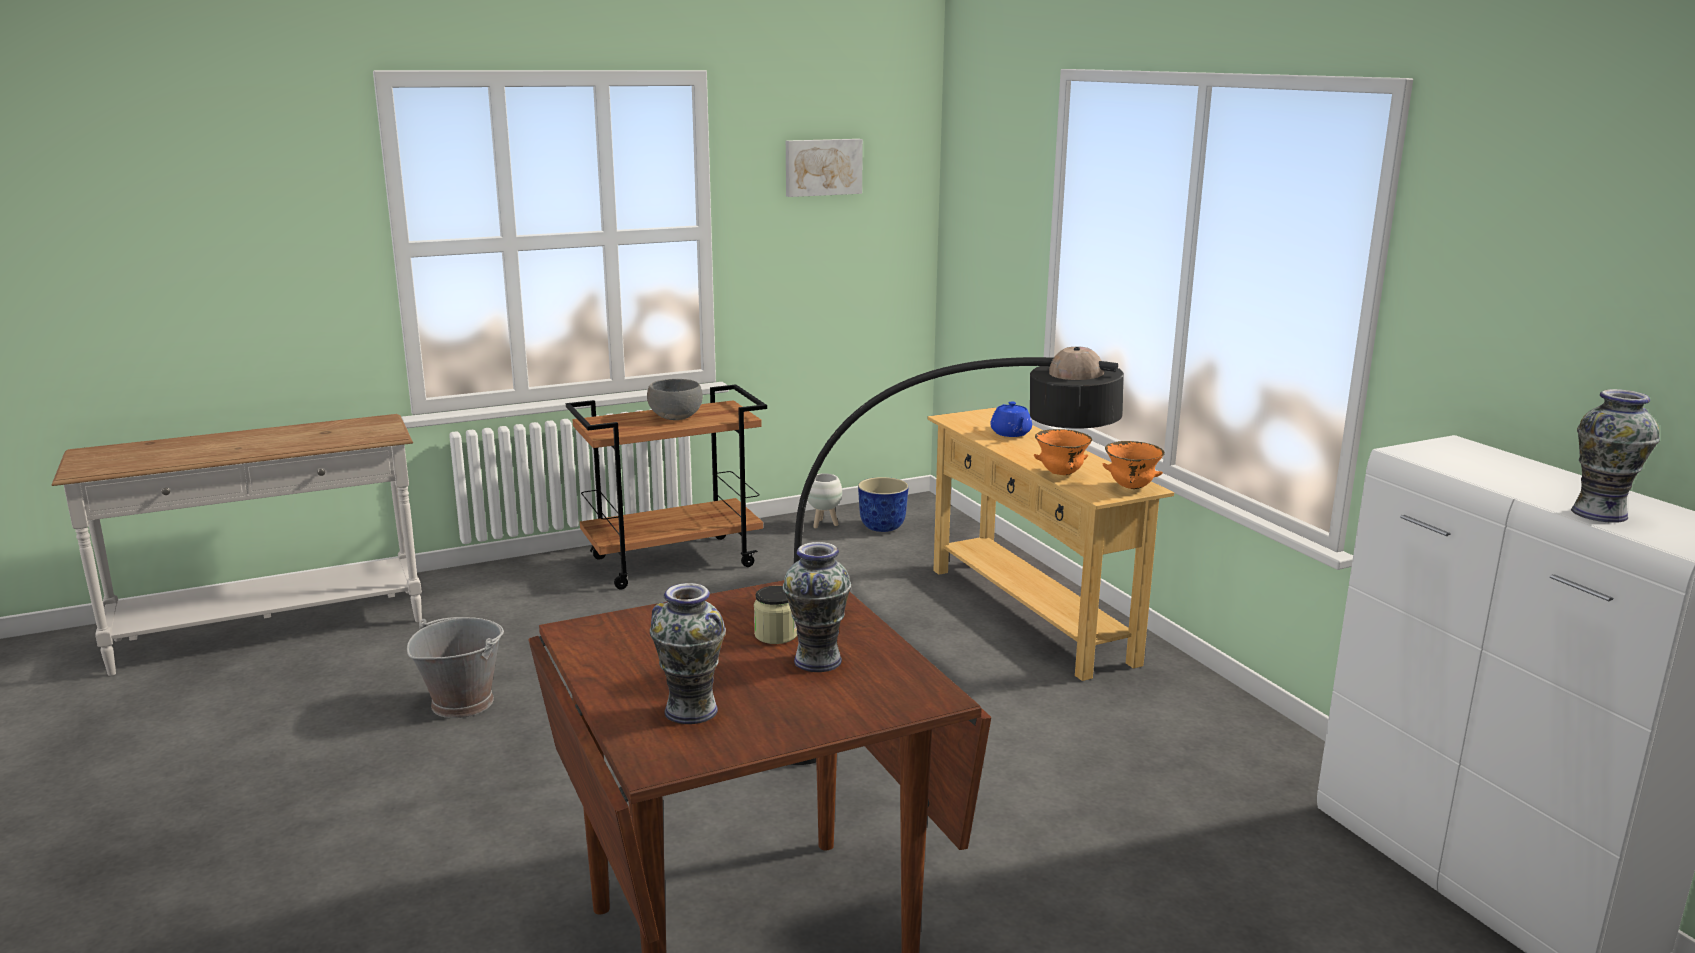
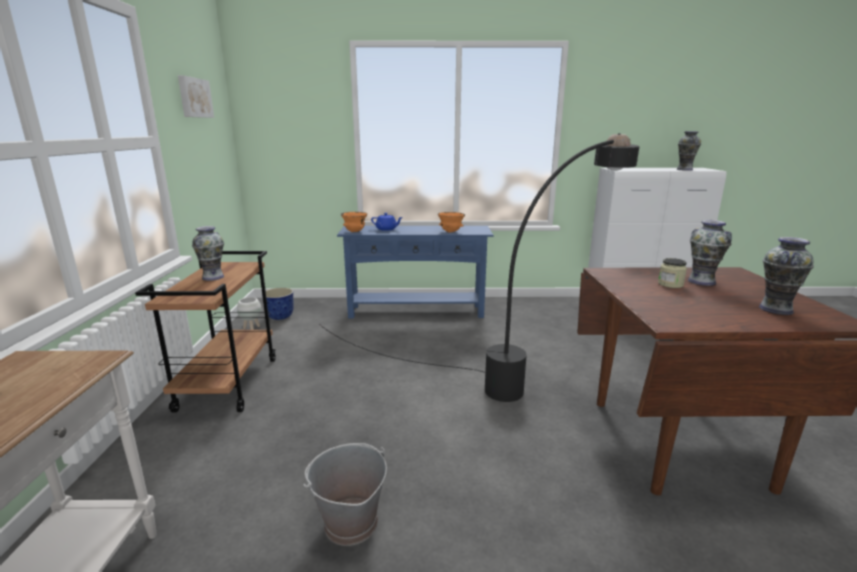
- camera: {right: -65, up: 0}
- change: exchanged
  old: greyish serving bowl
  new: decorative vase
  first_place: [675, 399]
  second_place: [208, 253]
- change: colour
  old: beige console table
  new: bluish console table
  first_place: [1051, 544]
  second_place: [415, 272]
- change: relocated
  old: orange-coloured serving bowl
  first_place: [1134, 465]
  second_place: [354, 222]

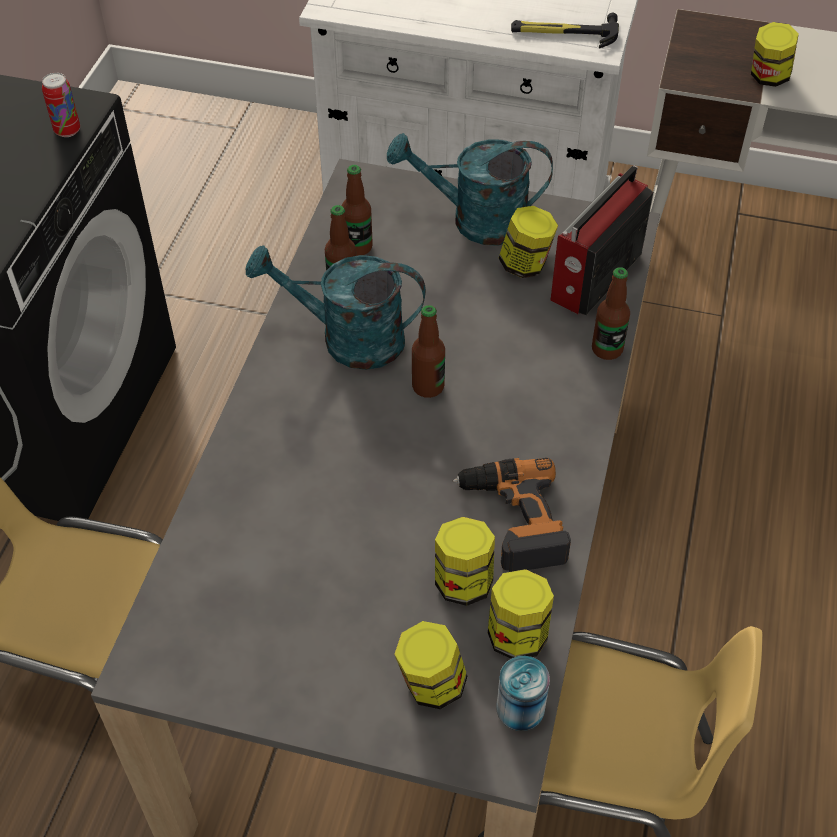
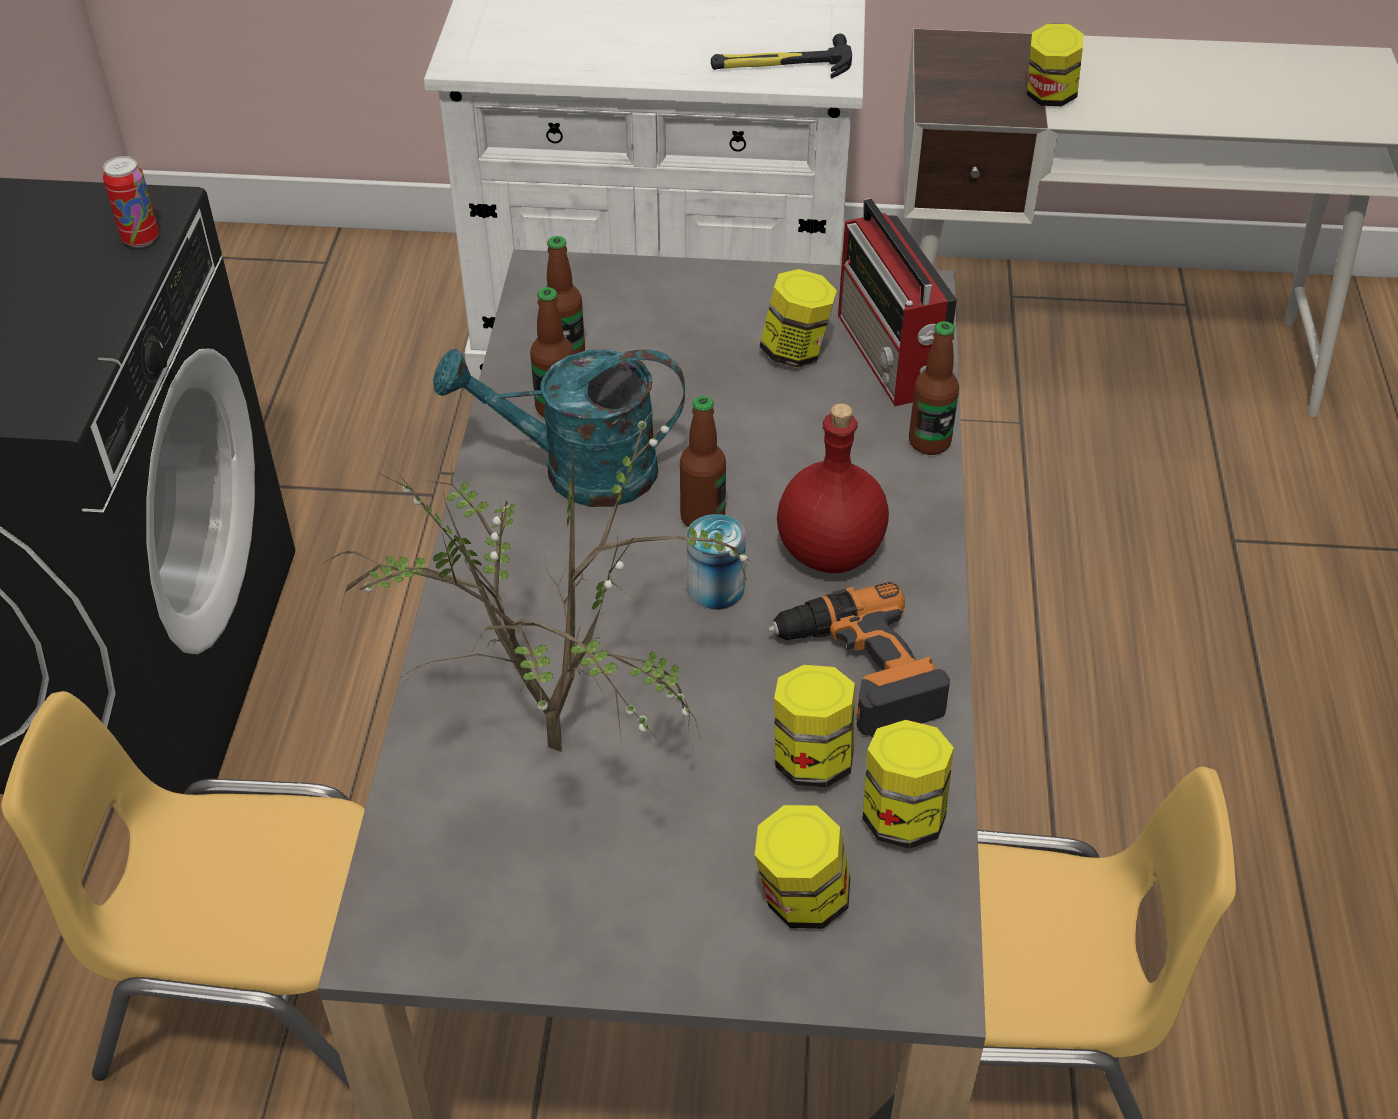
- camera: {right: -10, up: -5}
- change: appeared
  new: plant in a pot
  second_place: [537, 572]
- change: relocated
  old: metal can
  first_place: [523, 693]
  second_place: [716, 562]
- change: appeared
  new: red-coloured bottle
  second_place: [833, 488]
- change: spun
  old: radio receiver
  first_place: [602, 240]
  second_place: [897, 302]
  degrees: -45
- change: missing
  old: blue-green watering can
  first_place: [470, 189]

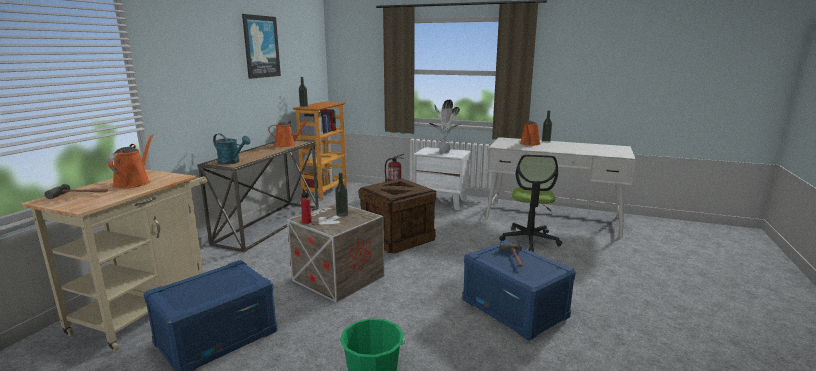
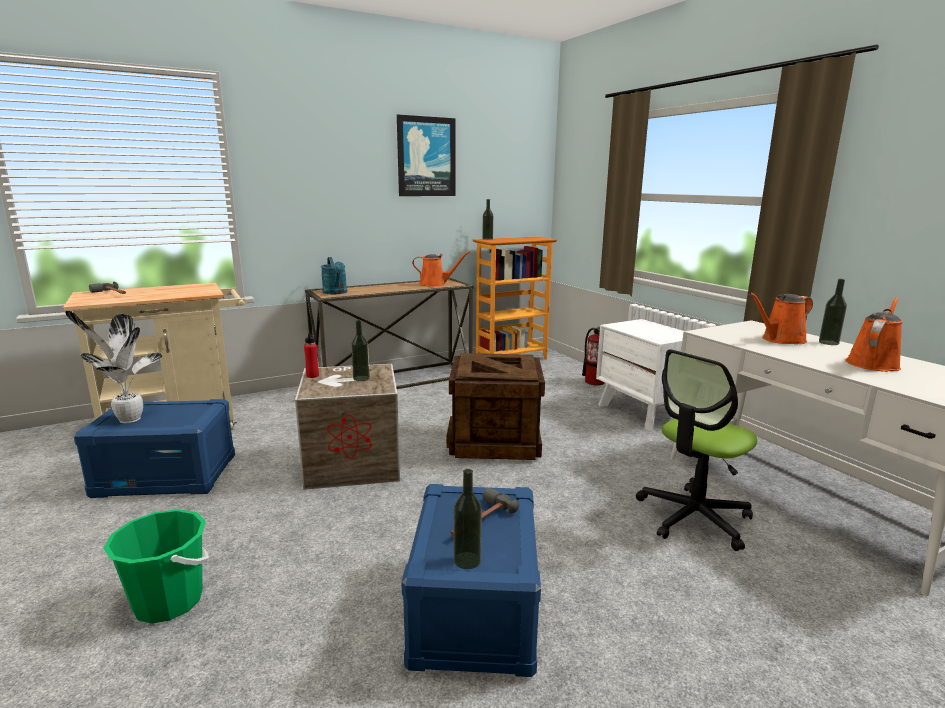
- camera: {right: 40, up: 0}
- change: relocated
  old: plant in a pot
  first_place: [445, 126]
  second_place: [113, 367]
- change: appeared
  new: bottle
  second_place: [468, 519]
- change: relocated
  old: orange-coloured watering can
  first_place: [131, 161]
  second_place: [874, 335]

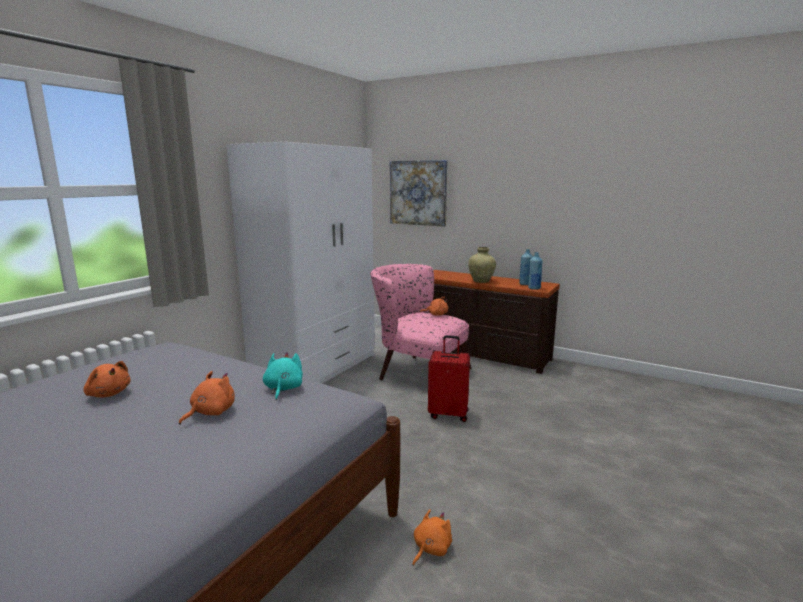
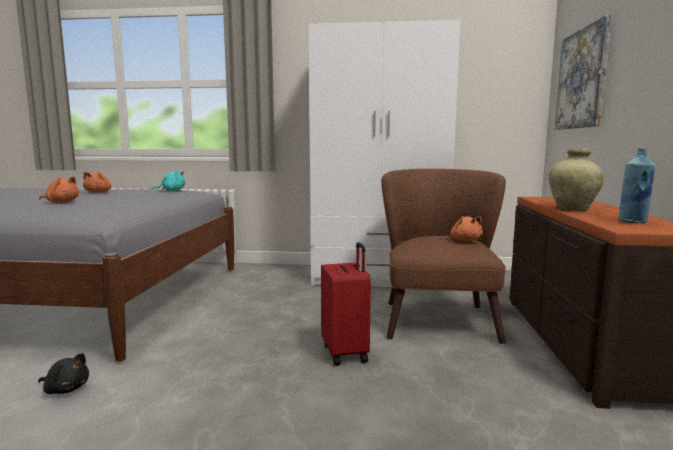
- camera: {right: 65, up: -5}
- change: colour
  old: orange-coloured plush toy
  new: blackish plush toy
  first_place: [432, 538]
  second_place: [63, 373]
- change: relocated
  old: blue-green plush toy
  first_place: [283, 376]
  second_place: [168, 180]
- change: colour
  old: pinkish easy chair
  new: brown easy chair
  first_place: [420, 322]
  second_place: [443, 256]
- change: missing
  old: bluish bottle
  first_place: [535, 271]

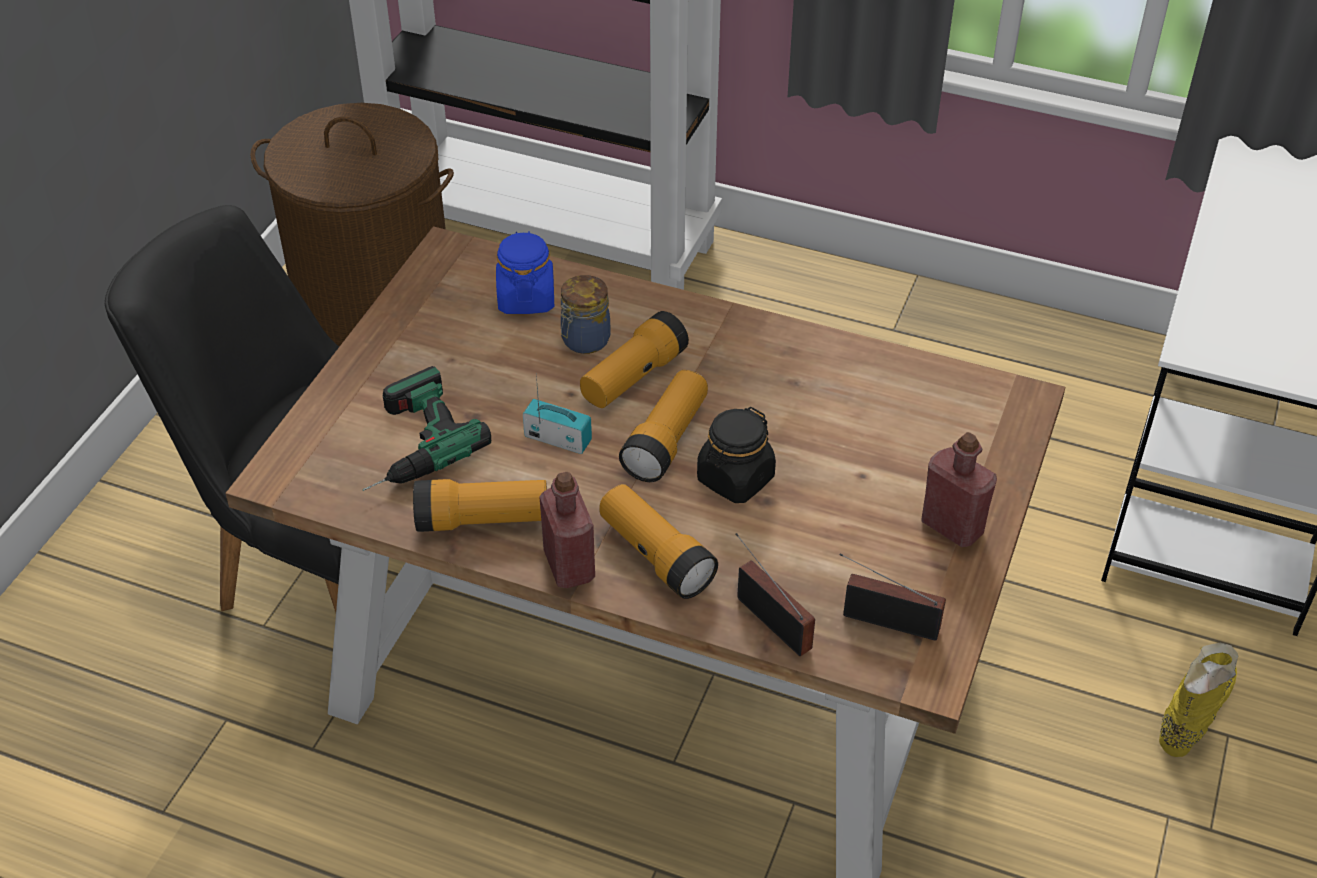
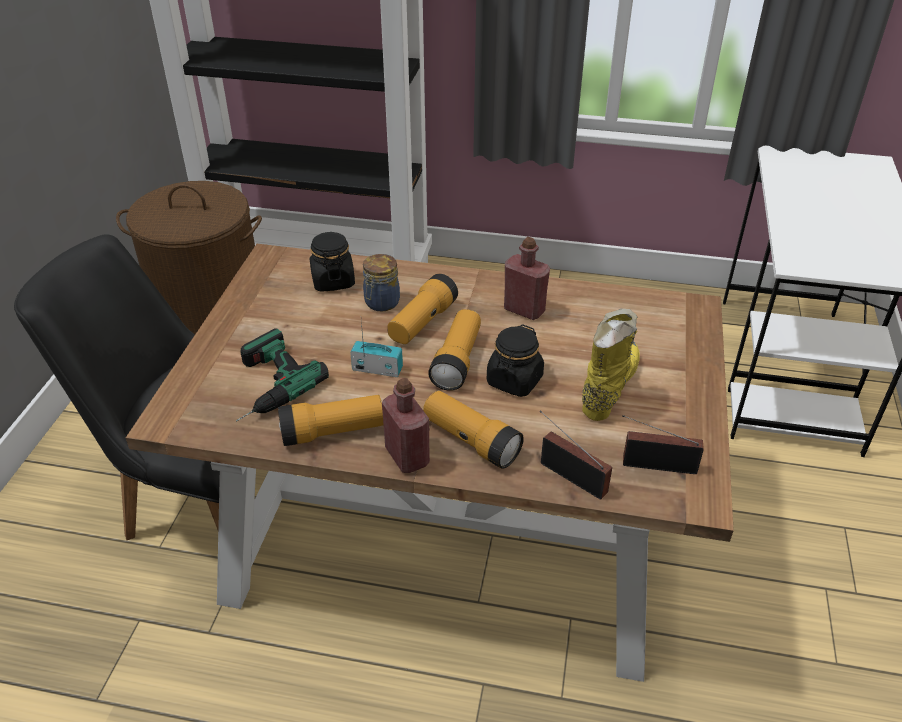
- camera: {right: -10, up: -5}
- change: colour
  old: bluish preserve jar
  new: blackish preserve jar
  first_place: [525, 273]
  second_place: [332, 262]
- change: relocated
  old: red-coloured bottle
  first_place: [959, 489]
  second_place: [527, 278]
- change: relocated
  old: yellow boot
  first_place: [1199, 700]
  second_place: [611, 365]

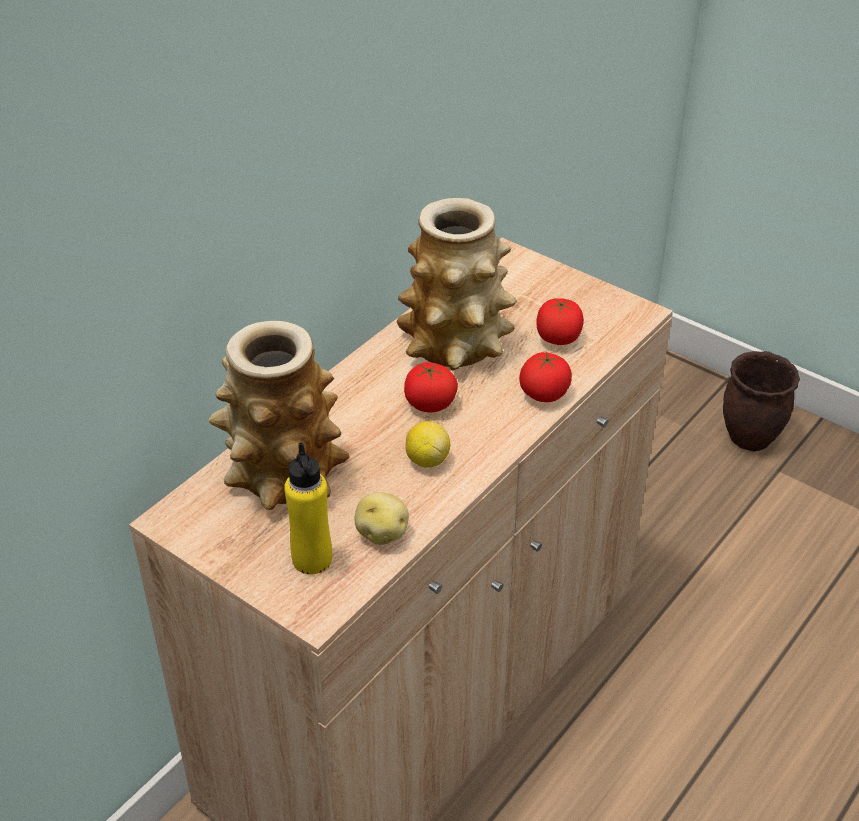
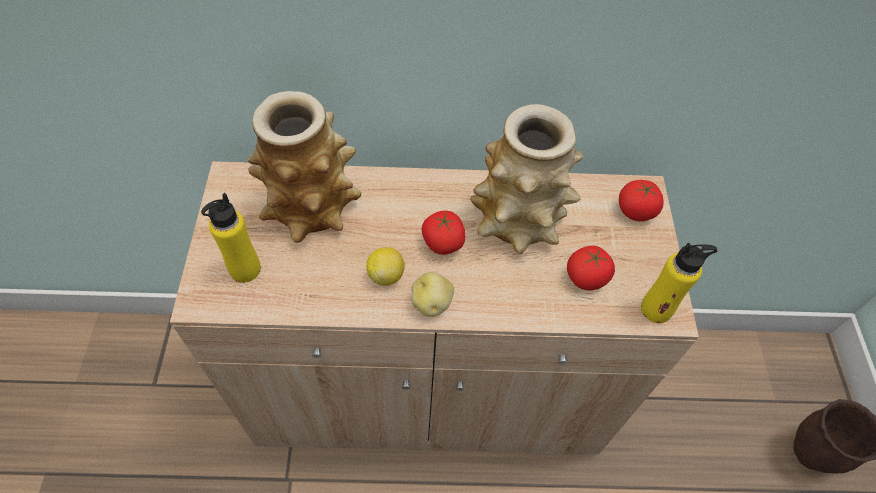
- camera: {right: 50, up: 15}
- change: relocated
  old: whole potato
  first_place: [382, 518]
  second_place: [433, 294]
- change: relocated
  old: whole tomato
  first_place: [545, 376]
  second_place: [641, 200]
- change: appeared
  new: yellow bottle
  second_place: [679, 283]

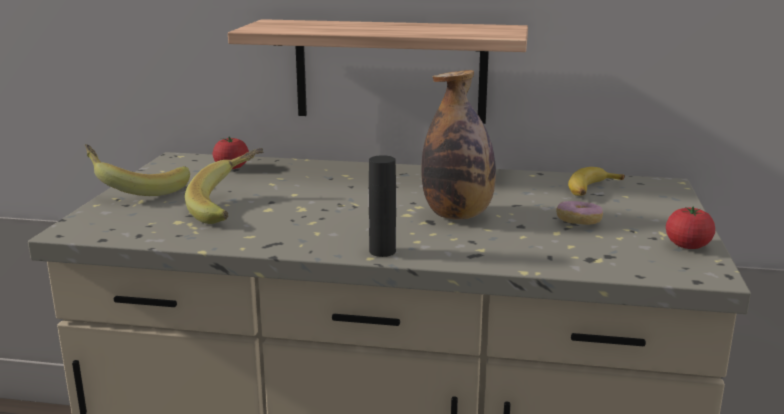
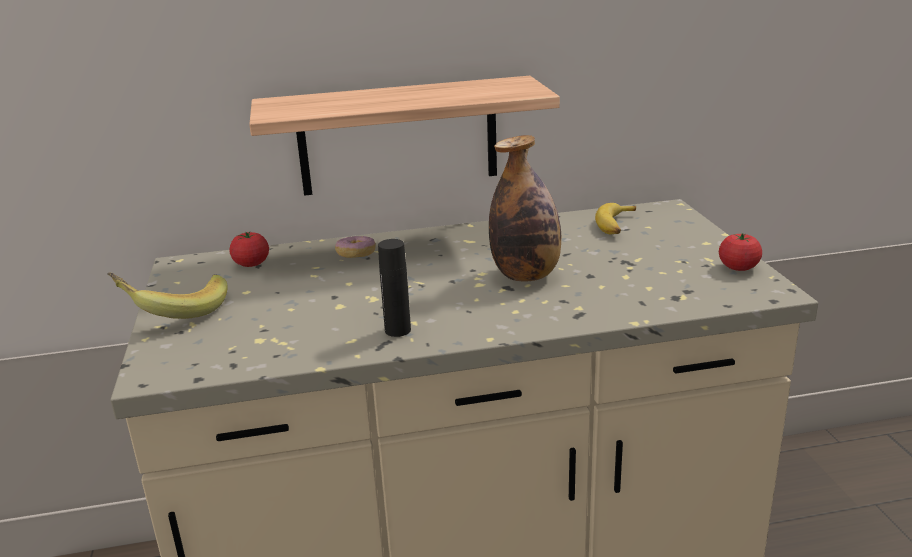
- camera: {right: -20, up: 5}
- change: relocated
  old: ring doughnut
  first_place: [579, 213]
  second_place: [355, 247]
- change: relocated
  old: blackish bottle
  first_place: [382, 206]
  second_place: [394, 288]
- change: missing
  old: whole banana
  first_place: [224, 186]

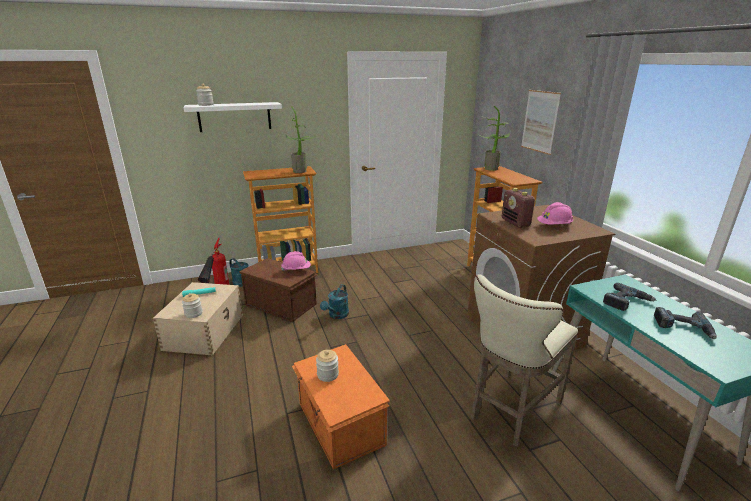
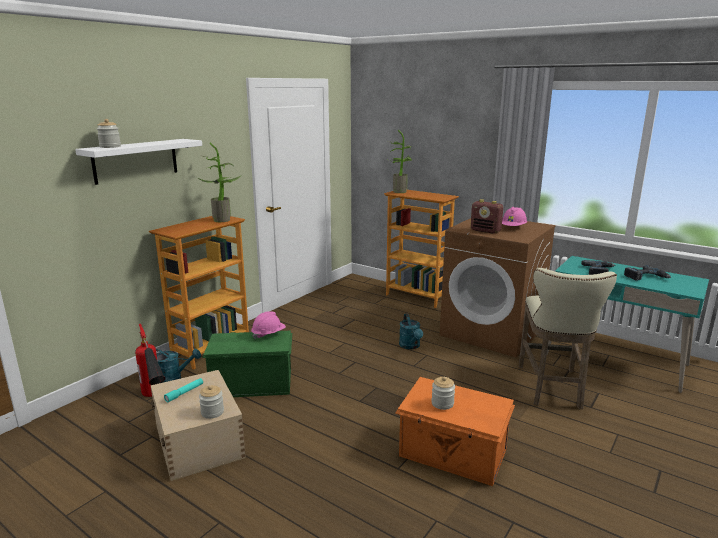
- camera: {right: -35, up: -5}
- change: colour
  old: brown storage bin
  new: green storage bin
  first_place: [278, 290]
  second_place: [247, 364]
- change: relocated
  old: blue-green watering can
  first_place: [334, 301]
  second_place: [411, 331]
- change: missing
  old: picture
  first_place: [541, 122]

